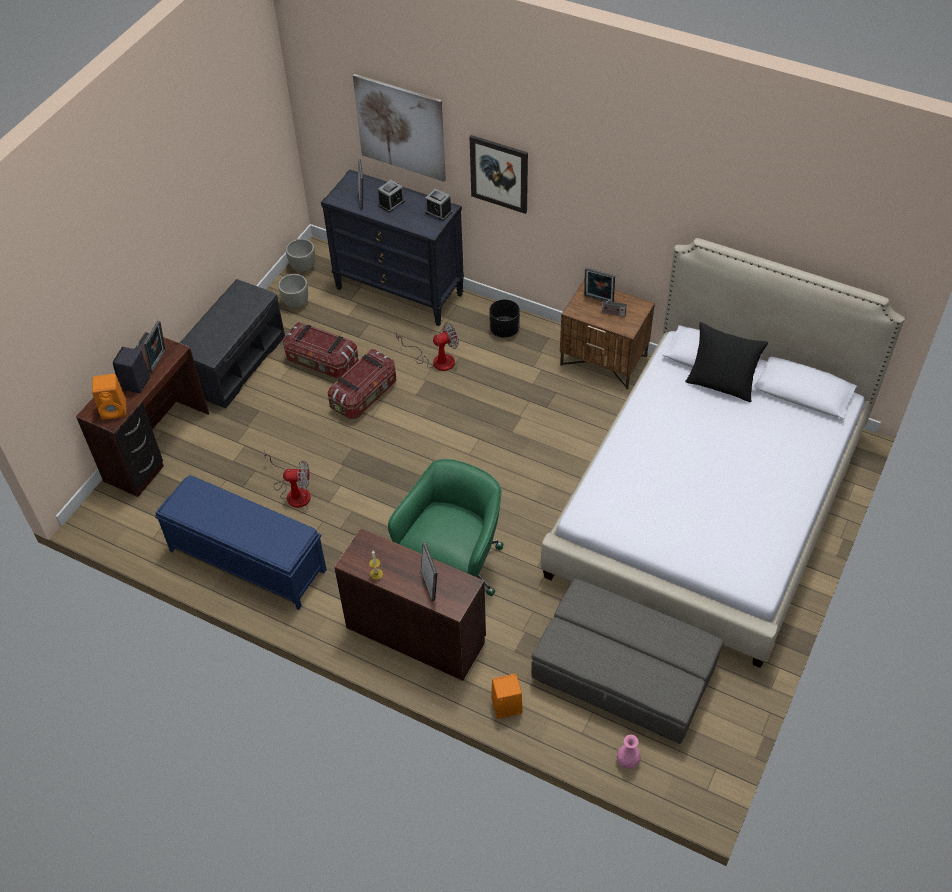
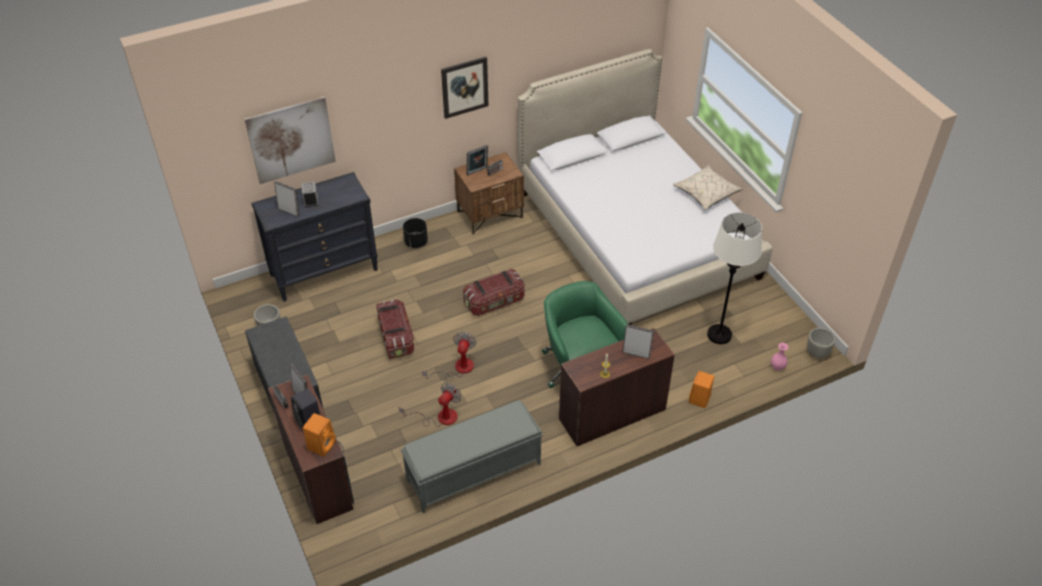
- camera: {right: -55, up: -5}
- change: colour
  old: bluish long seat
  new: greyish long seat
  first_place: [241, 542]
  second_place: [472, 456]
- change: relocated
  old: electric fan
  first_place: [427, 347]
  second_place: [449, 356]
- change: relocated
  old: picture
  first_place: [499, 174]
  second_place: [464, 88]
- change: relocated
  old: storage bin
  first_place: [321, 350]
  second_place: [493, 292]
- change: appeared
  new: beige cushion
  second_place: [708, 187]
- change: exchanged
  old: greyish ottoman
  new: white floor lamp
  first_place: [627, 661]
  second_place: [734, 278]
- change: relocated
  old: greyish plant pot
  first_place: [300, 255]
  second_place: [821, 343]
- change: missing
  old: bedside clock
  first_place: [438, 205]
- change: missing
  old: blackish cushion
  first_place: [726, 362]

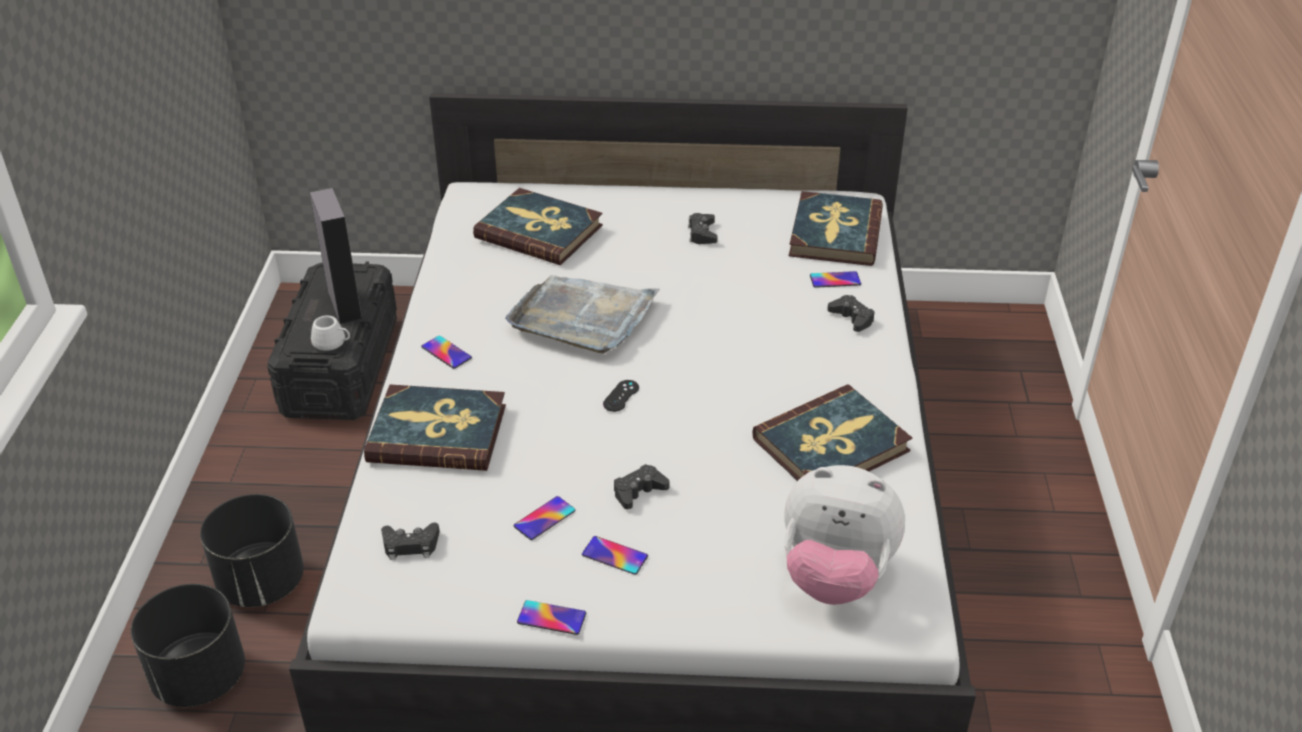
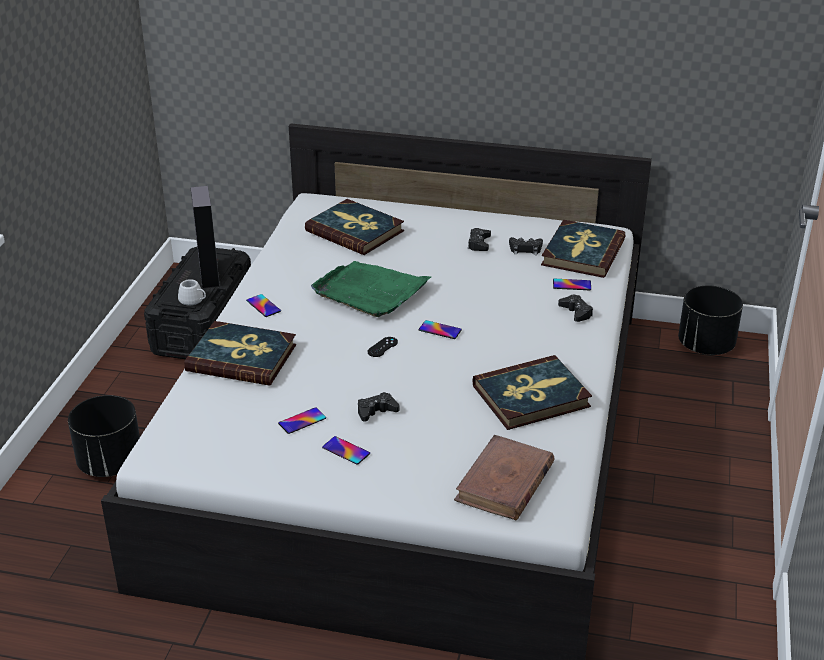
- camera: {right: 10, up: -5}
- change: colour
  old: greyish tray
  new: green tray
  first_place: [582, 314]
  second_place: [371, 289]
- change: relocated
  old: phone
  first_place: [551, 617]
  second_place: [440, 329]
- change: exchanged
  old: plush toy
  new: brown bound book
  first_place: [844, 535]
  second_place: [504, 478]
- change: relocated
  old: blackish game controller
  first_place: [410, 541]
  second_place: [526, 246]
- change: relocated
  old: blackish plant pot
  first_place: [188, 645]
  second_place: [710, 320]

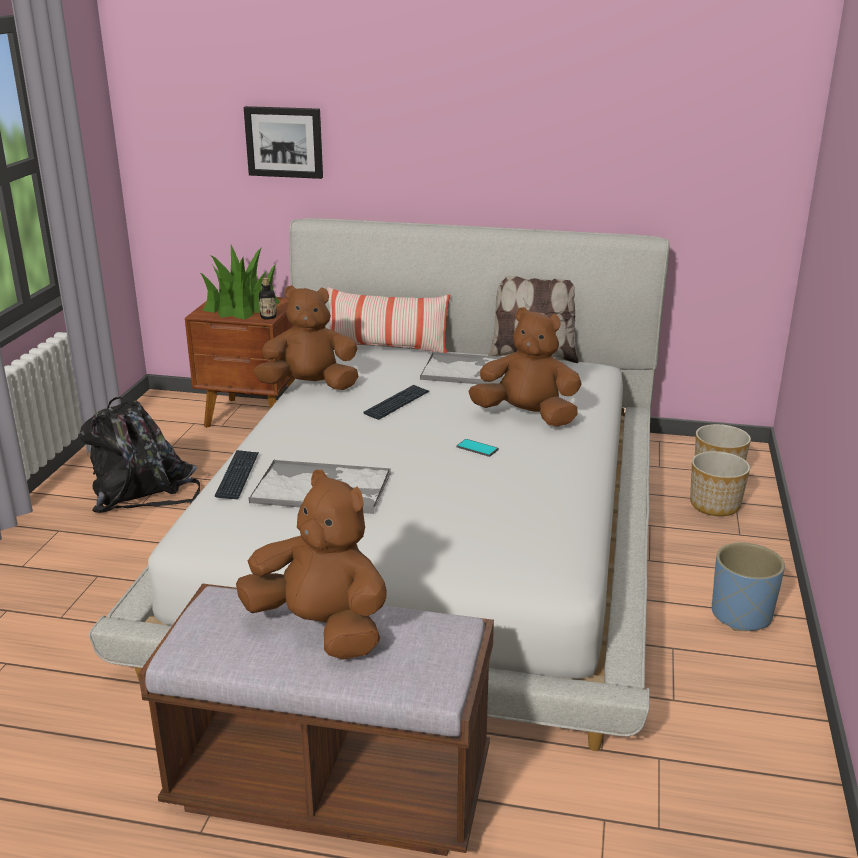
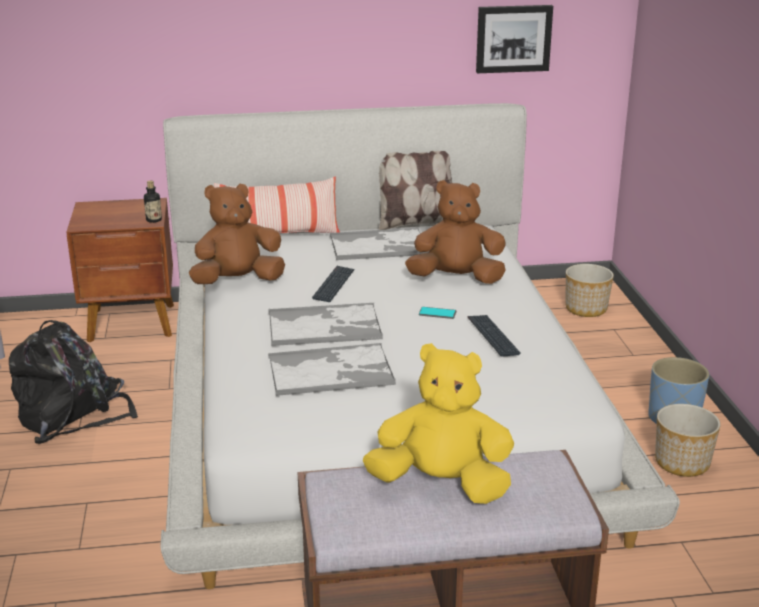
- camera: {right: -20, up: 0}
- change: appeared
  new: tray
  second_place: [325, 324]
- change: colour
  old: brown plush toy
  new: yellow plush toy
  first_place: [311, 564]
  second_place: [438, 423]
- change: relocated
  old: keyboard
  first_place: [237, 474]
  second_place: [493, 336]
- change: relocated
  old: picture
  first_place: [283, 142]
  second_place: [514, 39]
- change: relocated
  old: plant pot
  first_place: [720, 483]
  second_place: [688, 440]
- change: missing
  old: plant in a pot
  first_place: [239, 282]

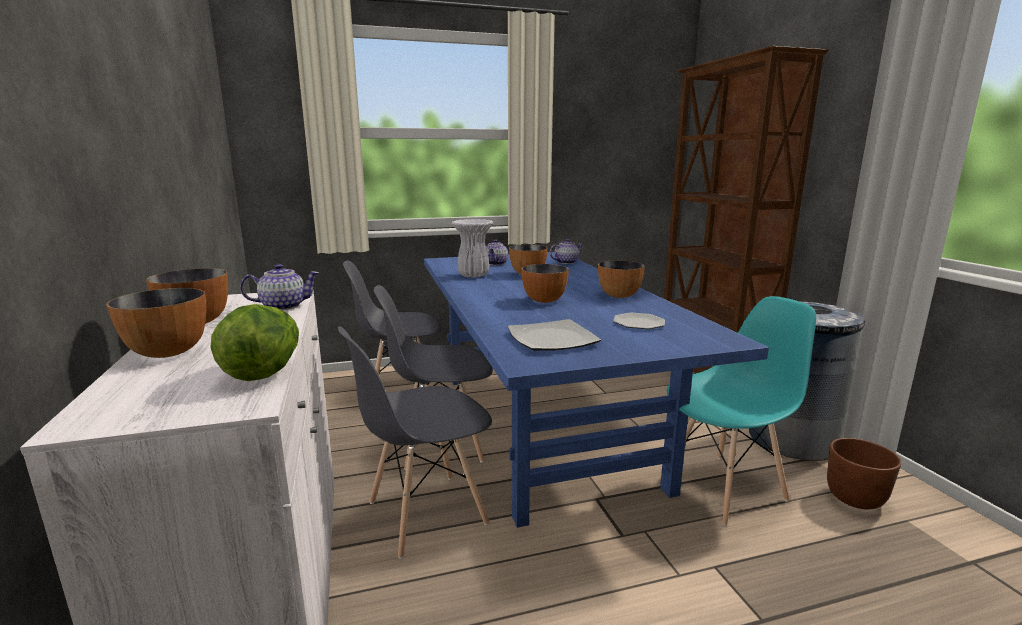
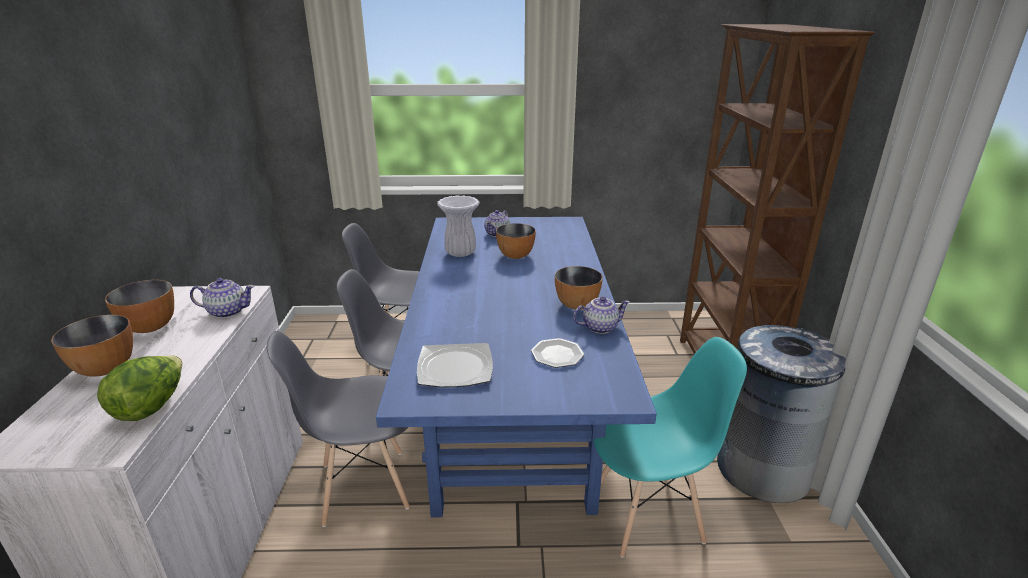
- camera: {right: 15, up: 10}
- change: relocated
  old: teapot
  first_place: [566, 251]
  second_place: [601, 315]
- change: missing
  old: serving bowl
  first_place: [545, 283]
- change: missing
  old: brown plant pot
  first_place: [864, 473]

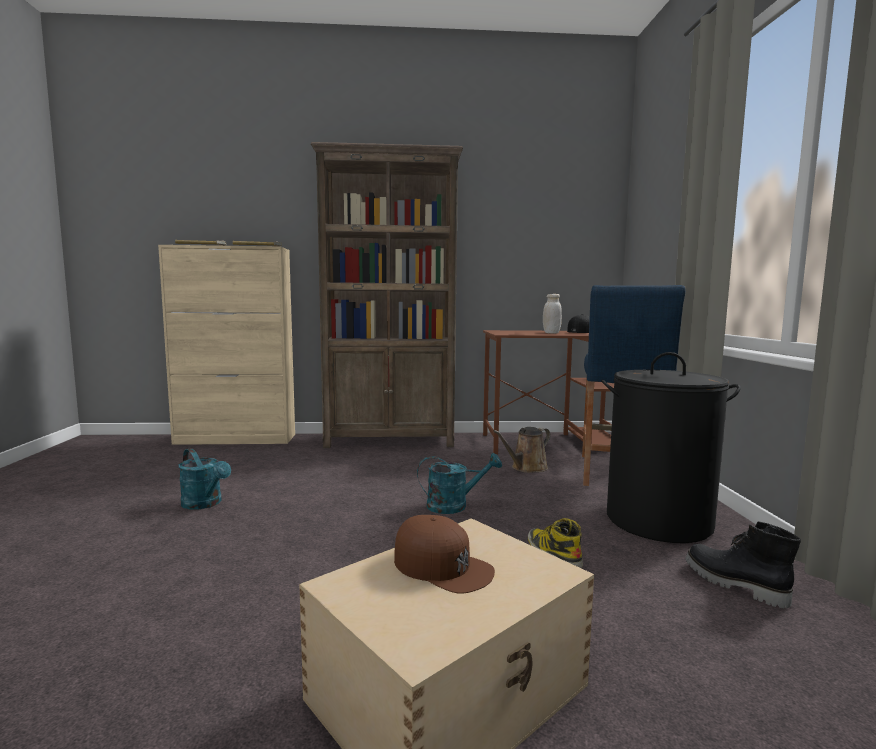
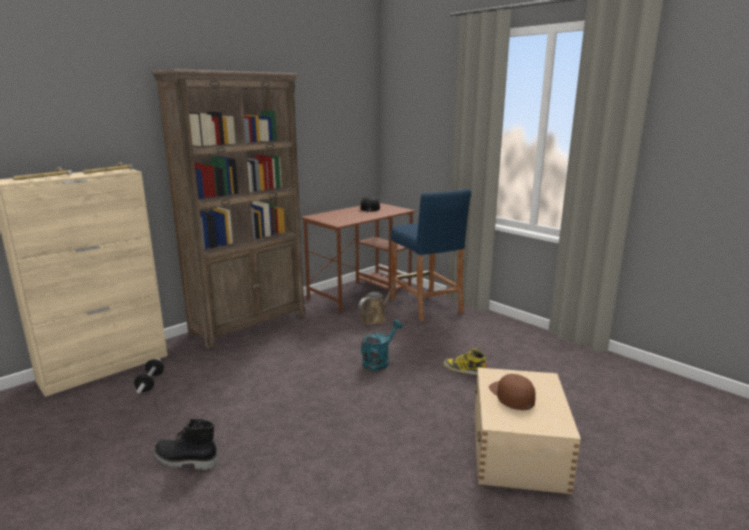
- camera: {right: -40, up: 10}
- change: appeared
  new: hand weight
  second_place: [149, 376]
- change: relocated
  old: blackish boot
  first_place: [743, 565]
  second_place: [186, 444]
- change: spun
  old: brown watering can
  first_place: [522, 450]
  second_place: [378, 302]
  degrees: -150
- change: spun
  old: brown baseball cap
  first_place: [444, 554]
  second_place: [512, 392]
  degrees: -105
- change: missing
  old: blue-green watering can
  first_place: [205, 479]
- change: missing
  old: white preserve jar
  first_place: [552, 314]
- change: missing
  old: blackish hamper
  first_place: [670, 447]

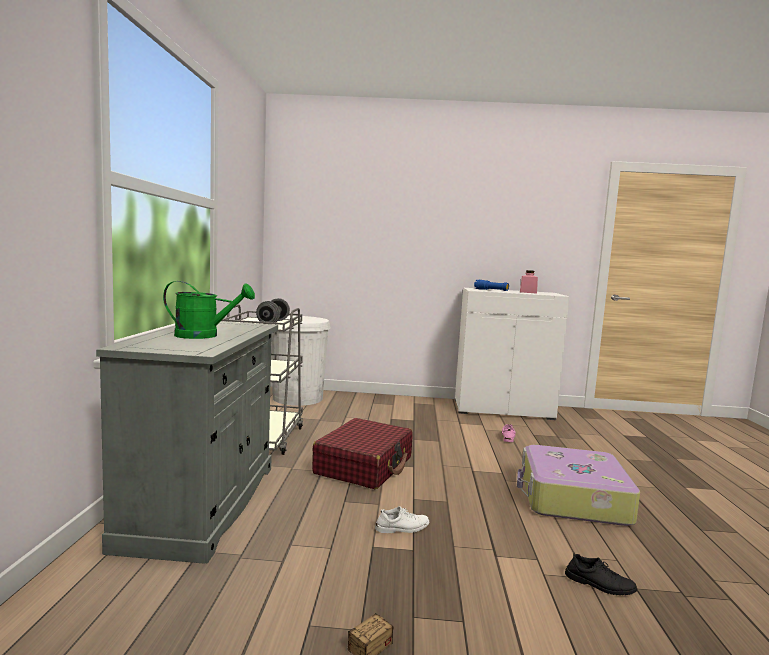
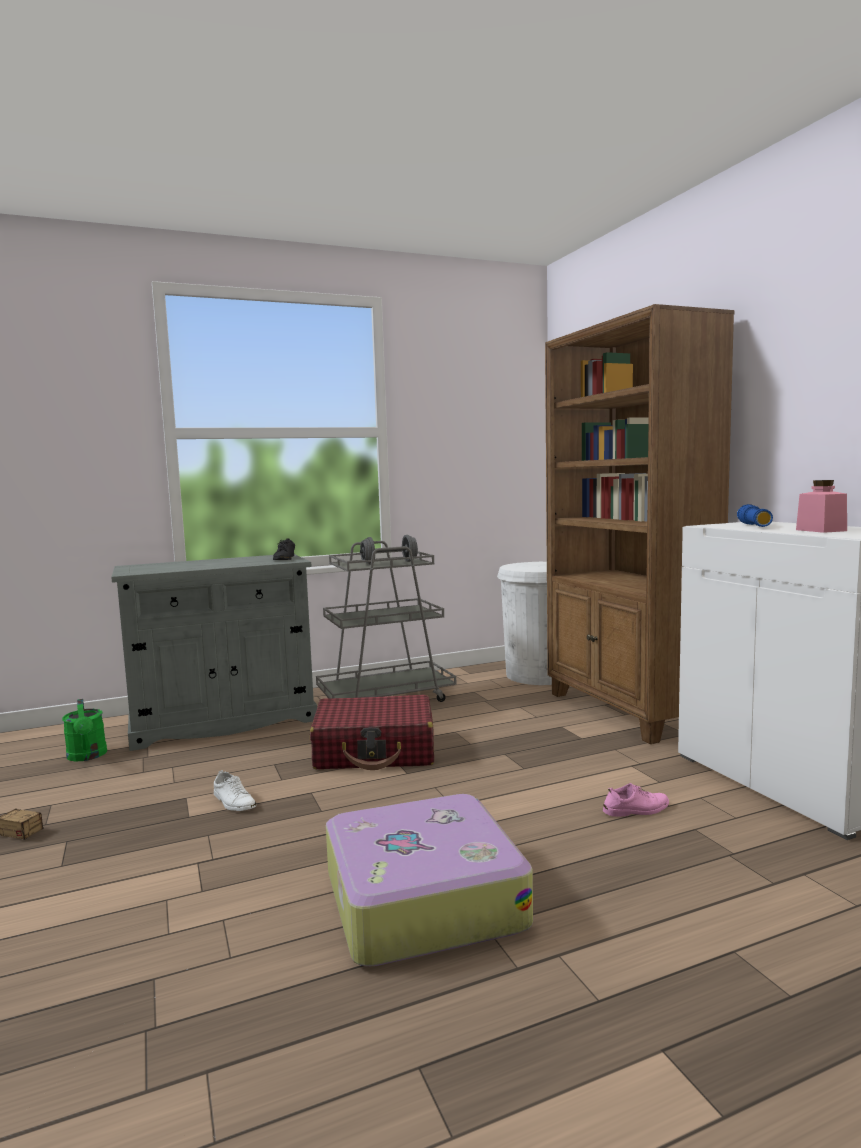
- camera: {right: 65, up: 0}
- change: relocated
  old: green watering can
  first_place: [209, 310]
  second_place: [84, 730]
- change: relocated
  old: blackish item of footwear
  first_place: [601, 574]
  second_place: [284, 549]
- change: appeared
  new: brown shelving unit
  second_place: [640, 524]

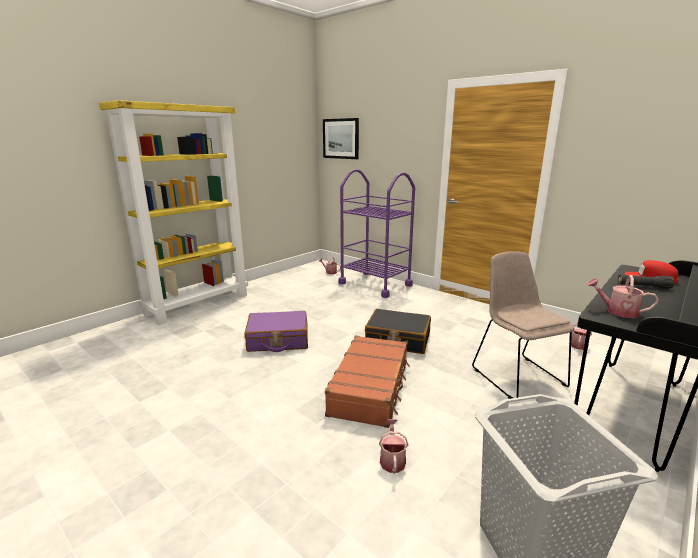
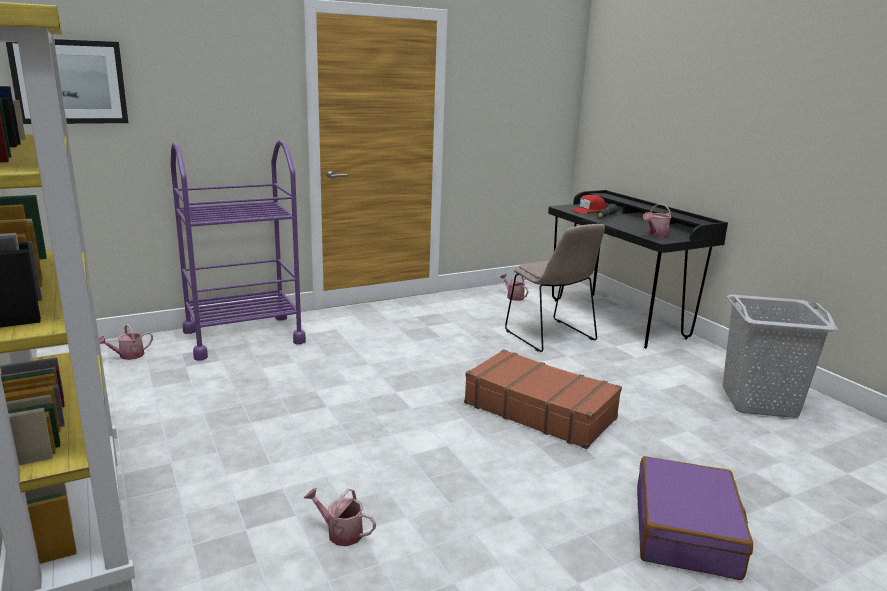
- camera: {right: -70, up: 0}
- change: relocated
  old: watering can
  first_place: [393, 446]
  second_place: [340, 517]
- change: spun
  old: beige chair
  first_place: [523, 325]
  second_place: [555, 288]
  degrees: -120
- change: relocated
  old: purplish travel case
  first_place: [276, 331]
  second_place: [695, 518]
- change: missing
  old: blackish travel case
  first_place: [398, 331]

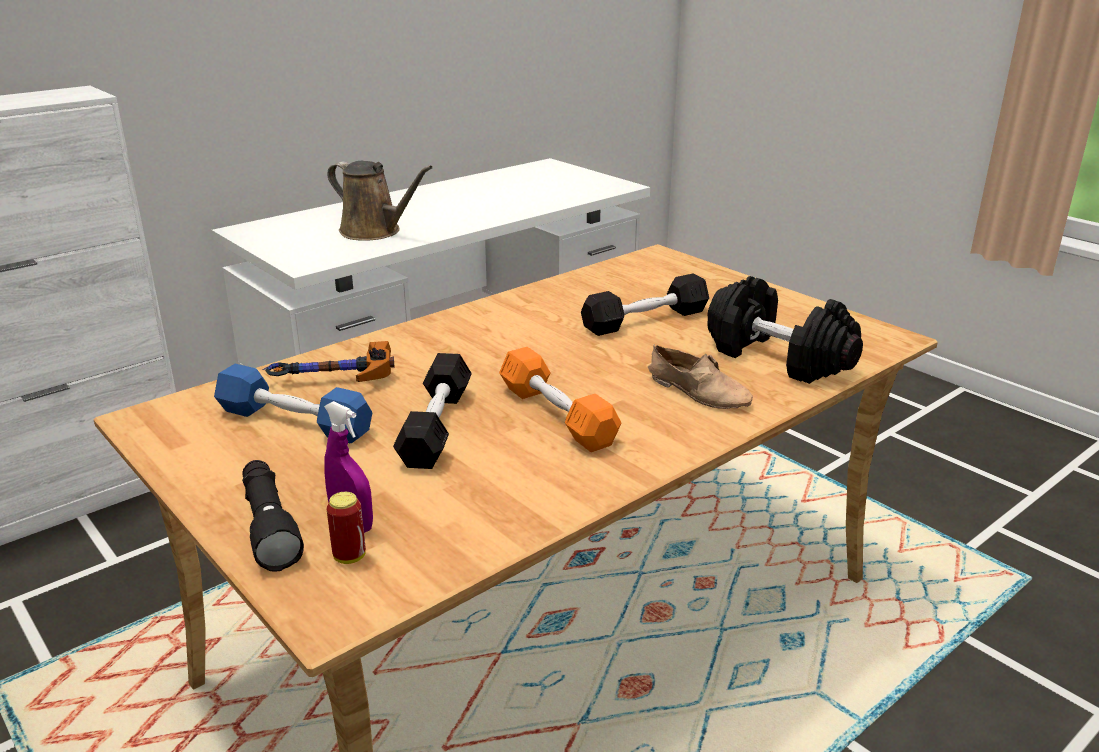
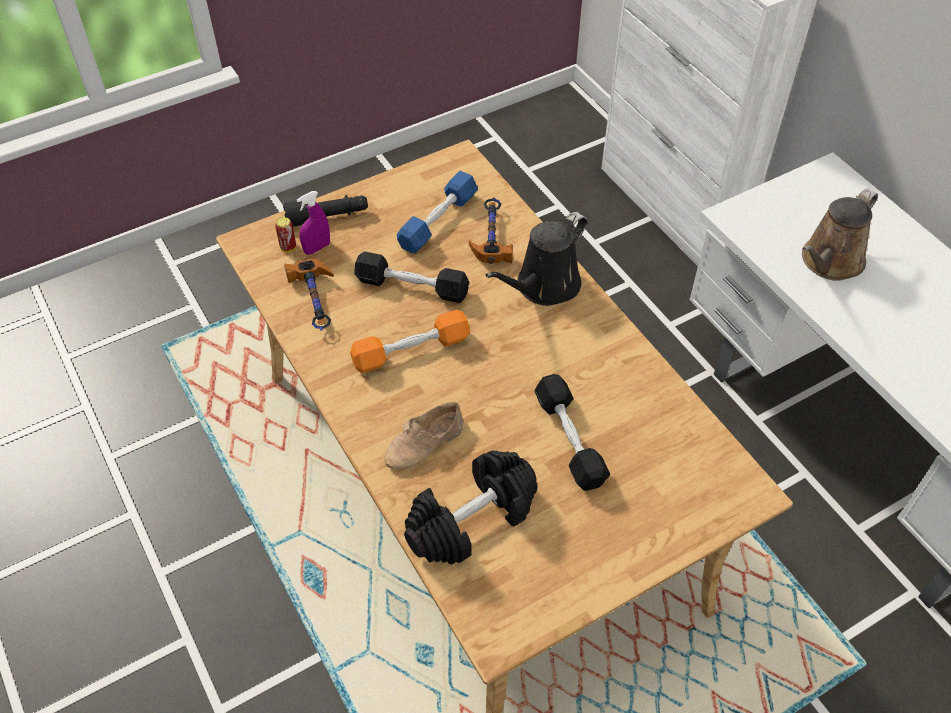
- camera: {right: 100, up: 25}
- change: appeared
  new: hand hammer
  second_place: [309, 295]
- change: appeared
  new: blackish watering can
  second_place: [536, 259]

